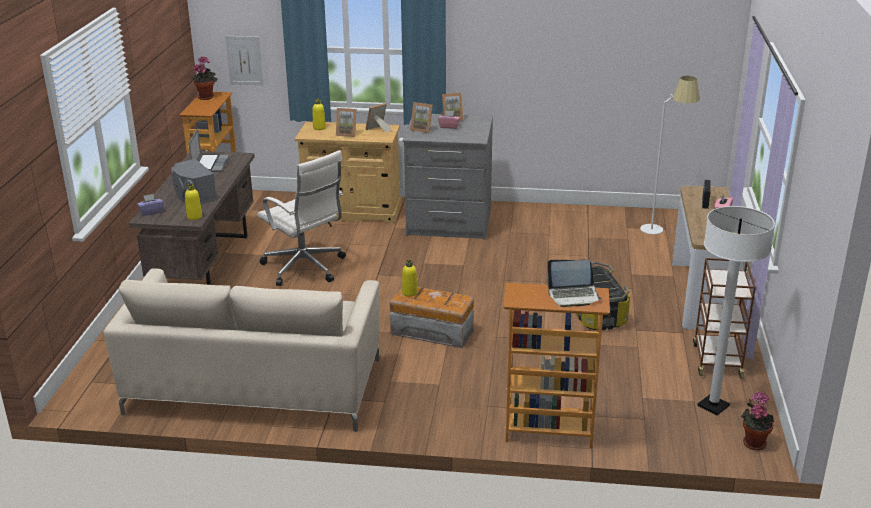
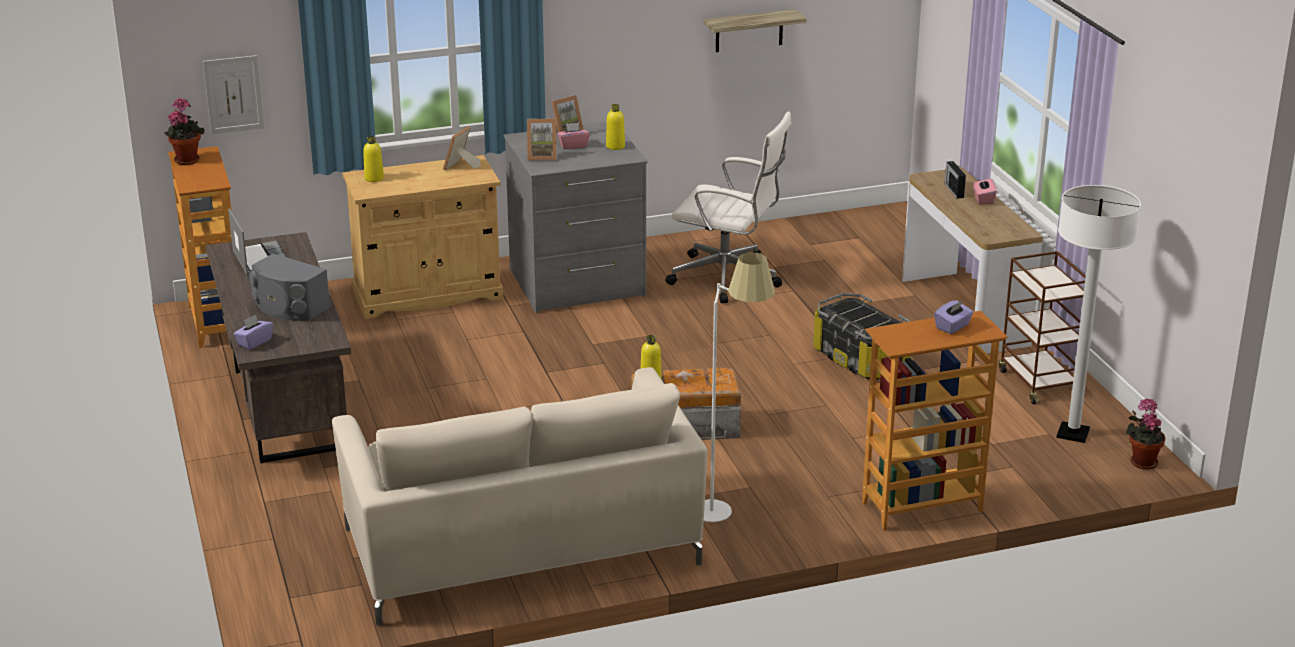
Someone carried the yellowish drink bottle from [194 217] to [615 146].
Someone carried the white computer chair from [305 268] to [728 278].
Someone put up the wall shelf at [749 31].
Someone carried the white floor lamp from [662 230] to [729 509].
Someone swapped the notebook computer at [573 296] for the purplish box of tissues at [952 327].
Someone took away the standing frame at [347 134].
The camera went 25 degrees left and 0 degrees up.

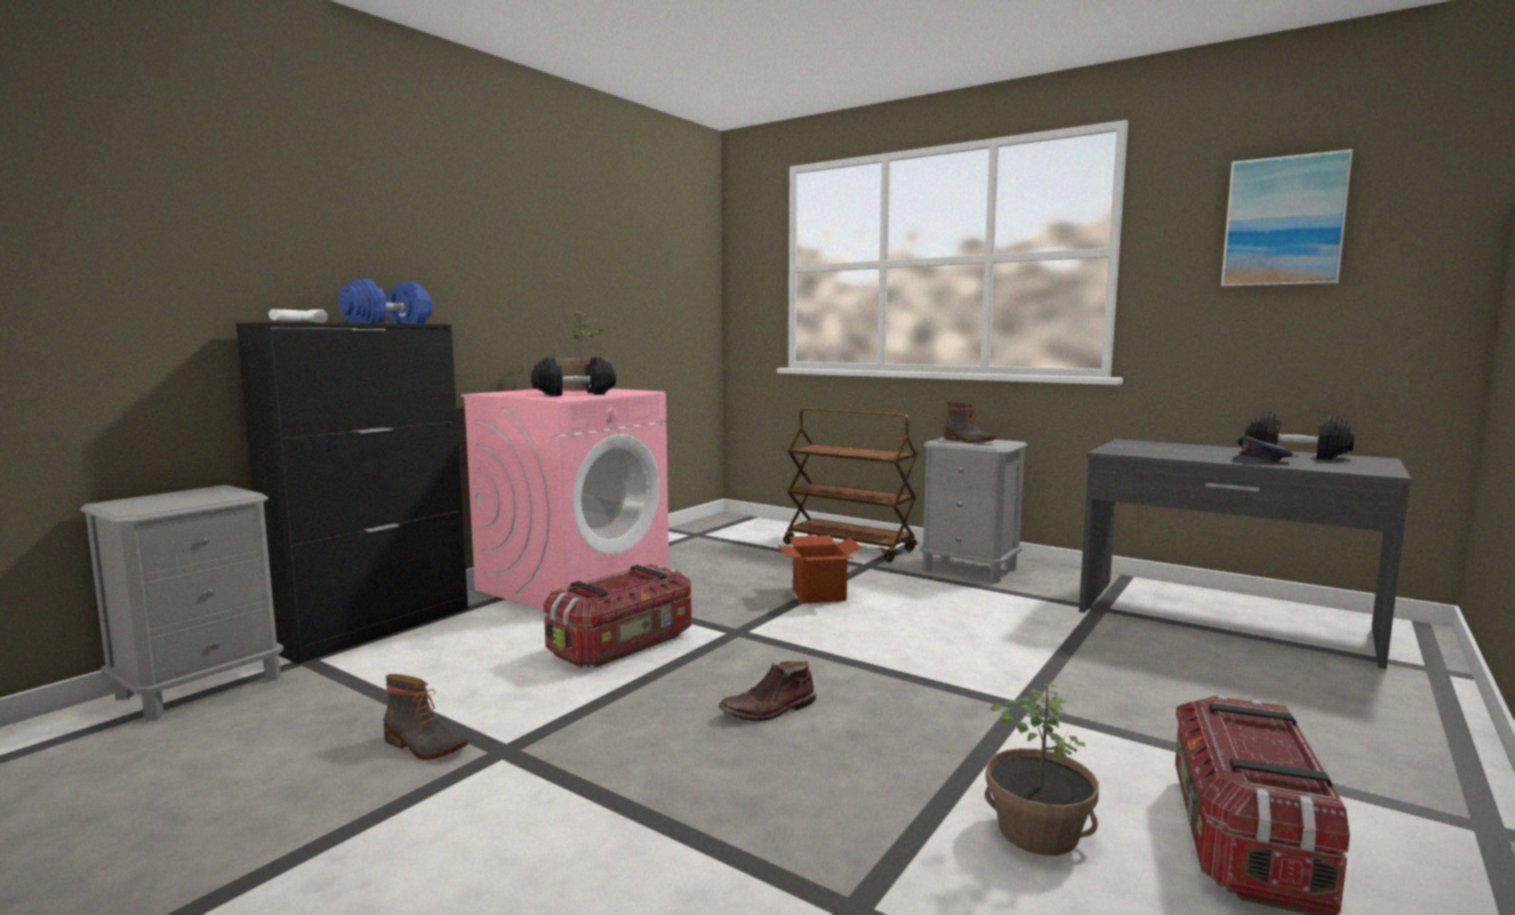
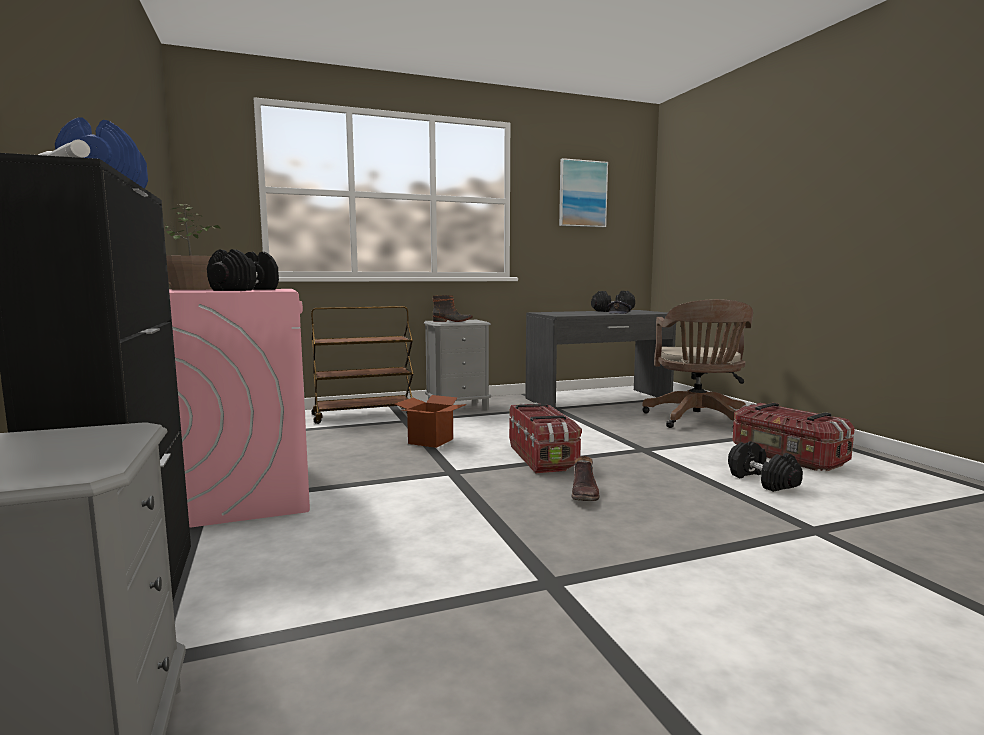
Someone carried the storage bin from [624 645] to [542 457].
Someone put down the brown computer chair at [697 420].
Someone swapped the plant in a pot at [1038 831] for the blackish dumbbell at [763 481].
Someone took away the high-top boot at [423 746].
The camera went 55 degrees left and 0 degrees up.

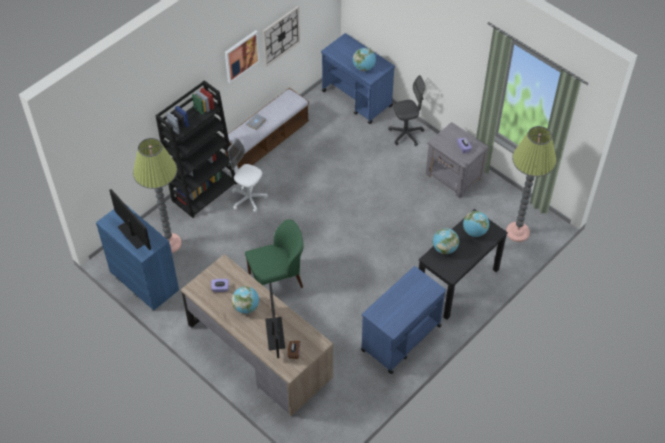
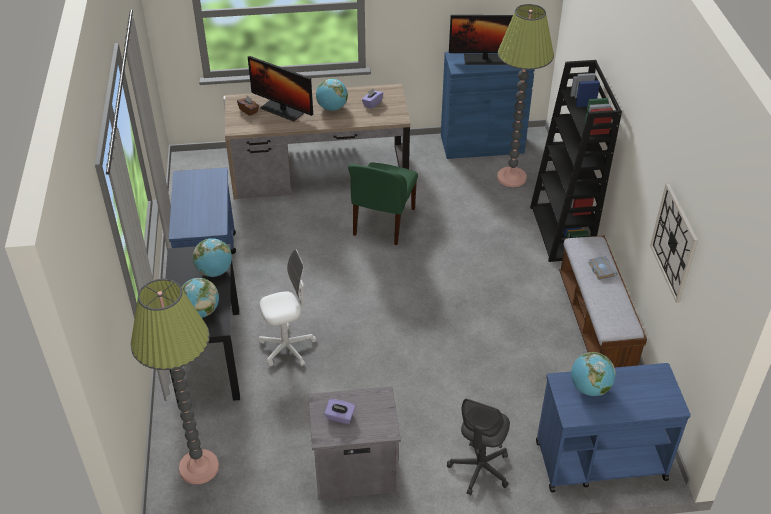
Someone carried the white computer chair from [248 199] to [287 348].
Someone took away the picture at [241 56].
The camera went 130 degrees right and 10 degrees down.

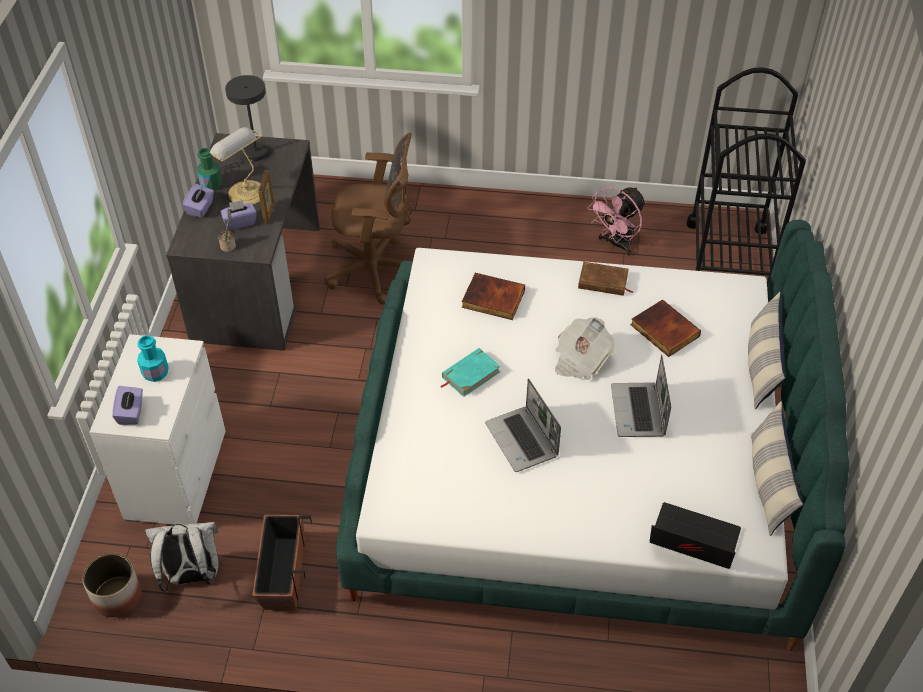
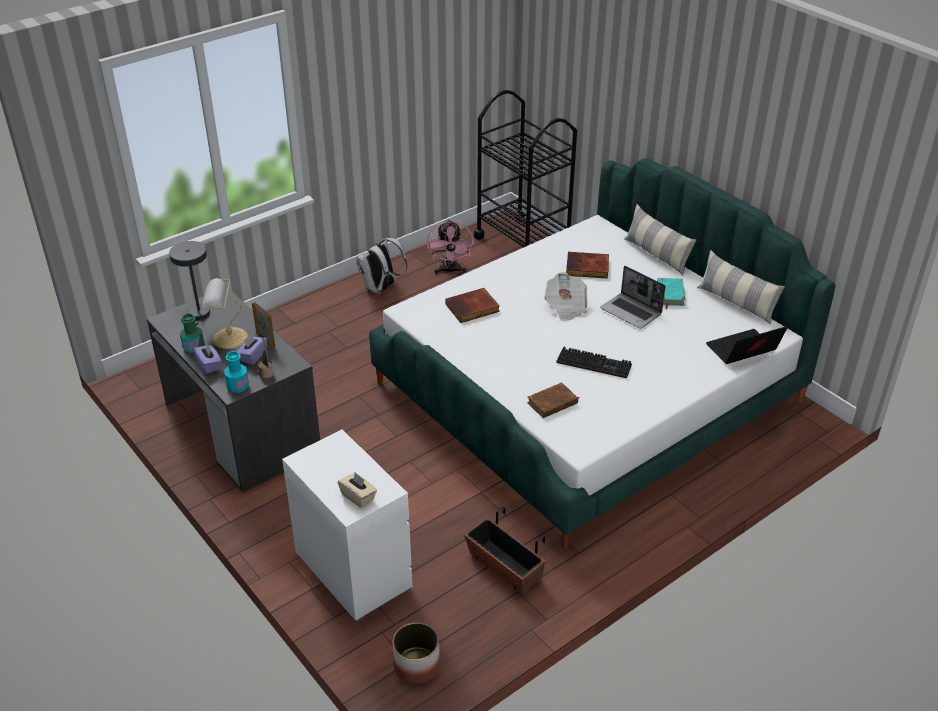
Someone carried the blue-green drink bottle from [155 373] to [238 386].
Someone repainted the purplish box of tissues at [131 413], which became the sand-coloured box of tissues at [358 497].
Someone carried the white rucksack from [192 576] to [381 288].
Someone carried the brown book from [603 282] to [552 403].
Someone swapped the notebook computer at [523 440] for the keyboard at [595 363].
Someone carried the blue-green book from [470 374] to [670 294].
Someone took away the brown computer chair at [376 270].
The camera went 45 degrees left and 10 degrees down.

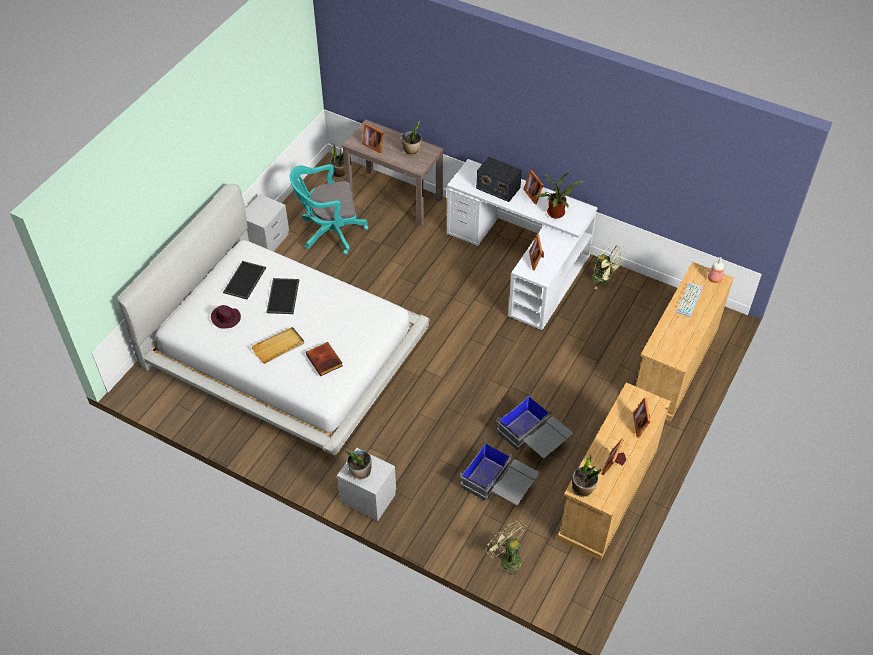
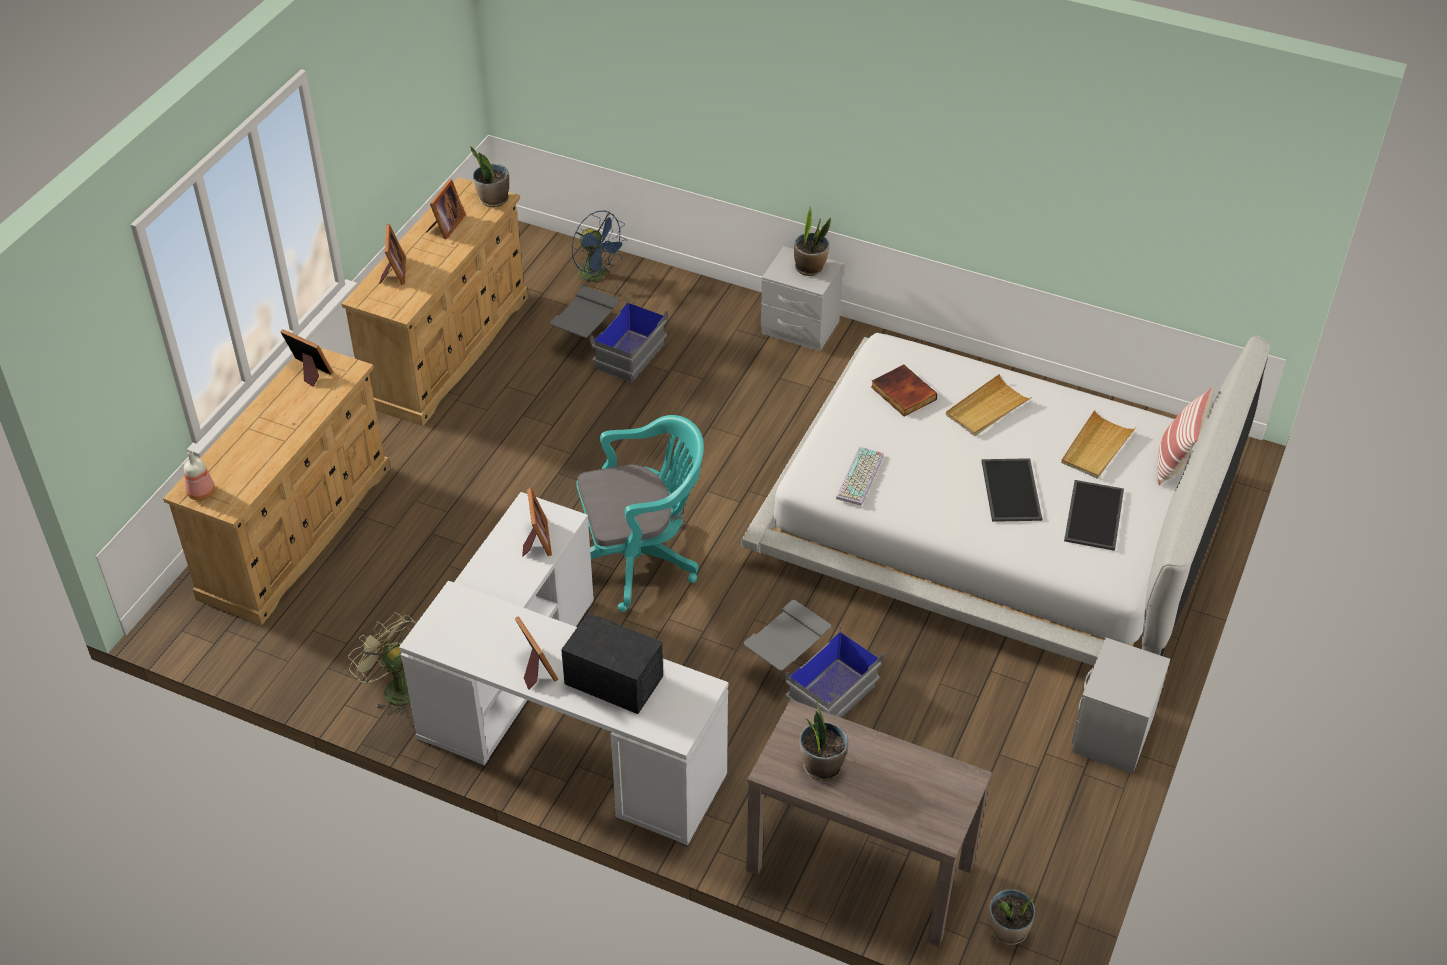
Someone carried the standing frame from [373 145] to [309 372].
Someone repainted the green fan at [506 558], which became the blue fan at [598 275].
Someone carried the blue-green computer chair from [329 232] to [640 559].
Someone carried the gray storage bin from [533 440] to [809 680].
Someone carried the keyboard from [688 299] to [861 477].
Someone swapped the purplish hat at [226 318] for the sand-coloured serving tray at [1096 448].
Someone put down the throw pillow at [1175 461].
Someone took away the plant in a pot at [556 214].
The camera went 175 degrees right and 5 degrees down.

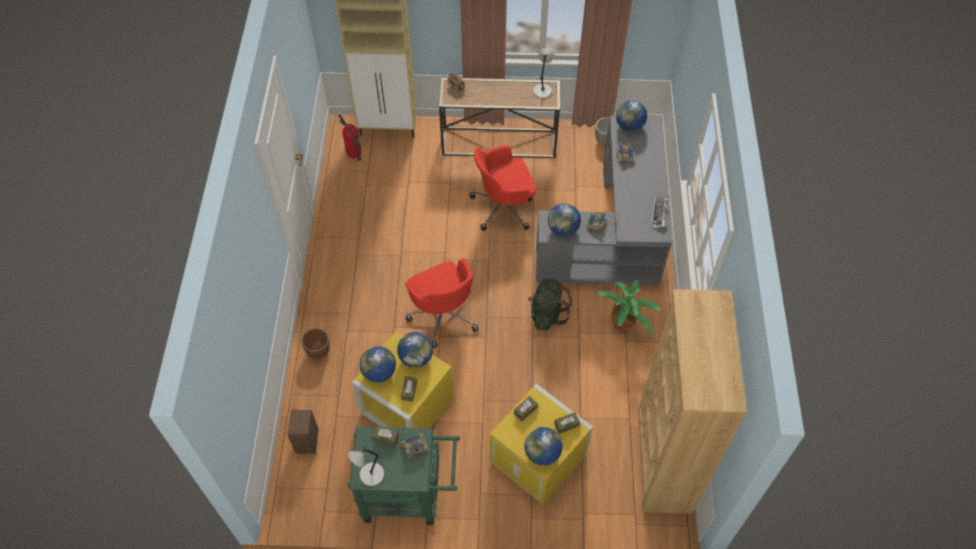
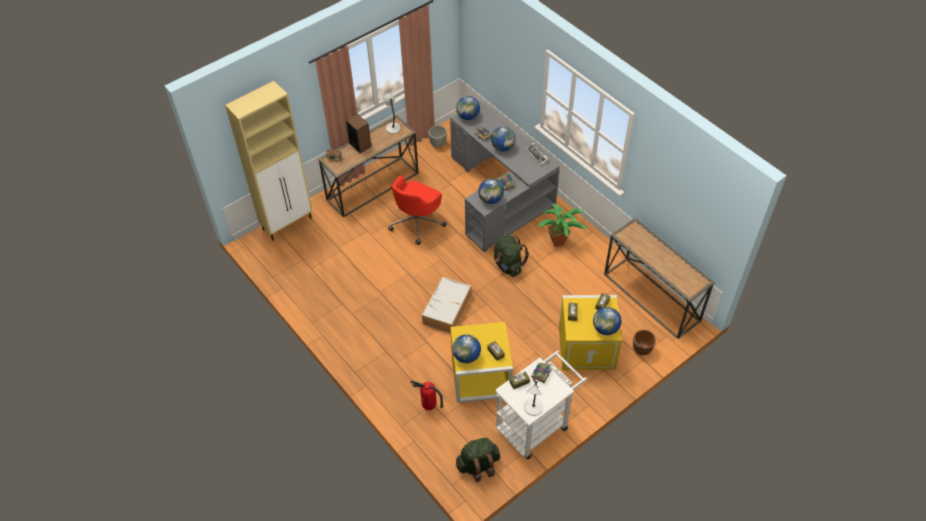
Someone carried the speaker from [307 441] to [360 145].
Someone carried the extinguisher from [354 155] to [429 406].
Someone swapped the red computer chair at [443 314] for the storage bin at [447 310].
Someone put down the green rucksack at [478 465].
Someone carried the world globe from [416 358] to [502 147].
Someone repainted the green trolley at [409 495], which became the white trolley at [536 424].
Someone swapped the brown bookshelf at [663 460] for the console table at [652 297].
Someone carried the brown planter from [318 351] to [641 349].
The camera went 40 degrees left and 5 degrees down.

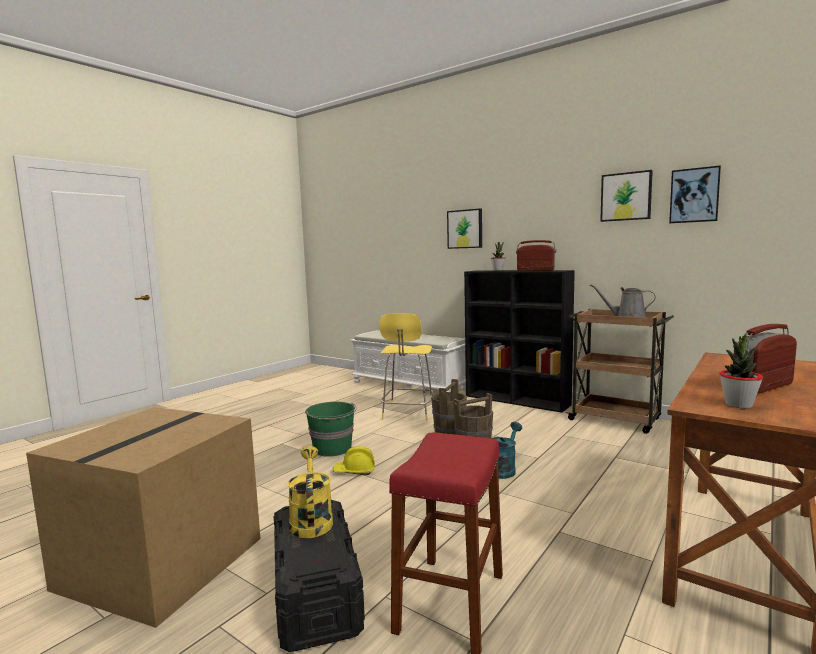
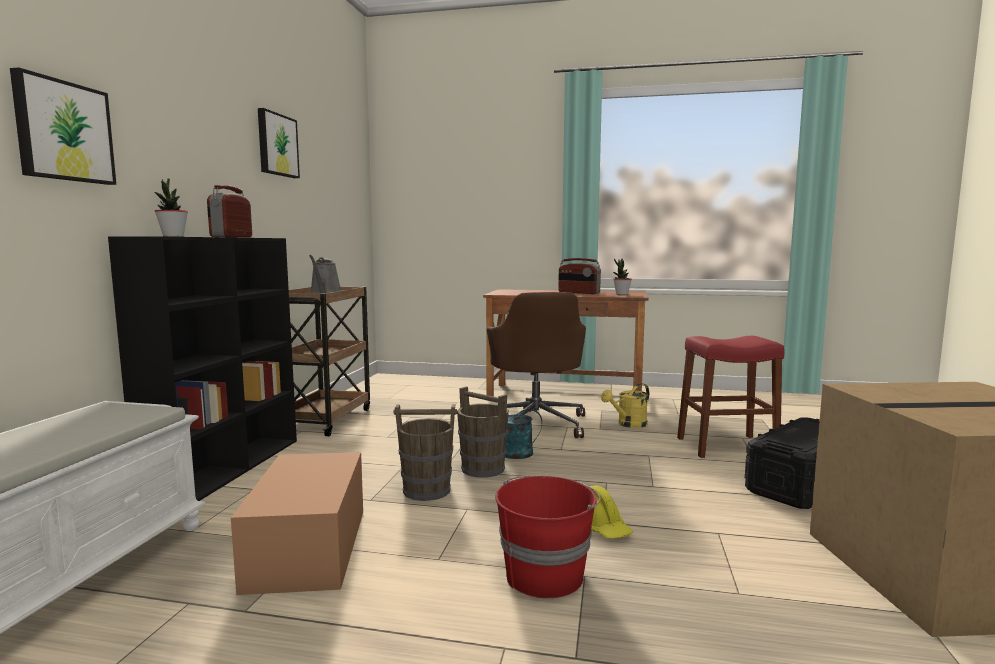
Someone swapped the yellowish sitting stool at [408 413] for the carton at [308 548].
Someone put down the brown computer chair at [536 424].
Someone repainted the green pail at [333 449], which became the red pail at [545 574].
Someone carried the yellowish sprinkling can from [311 520] to [628 424].
Someone took away the picture at [694 195].
The camera went 115 degrees left and 0 degrees up.

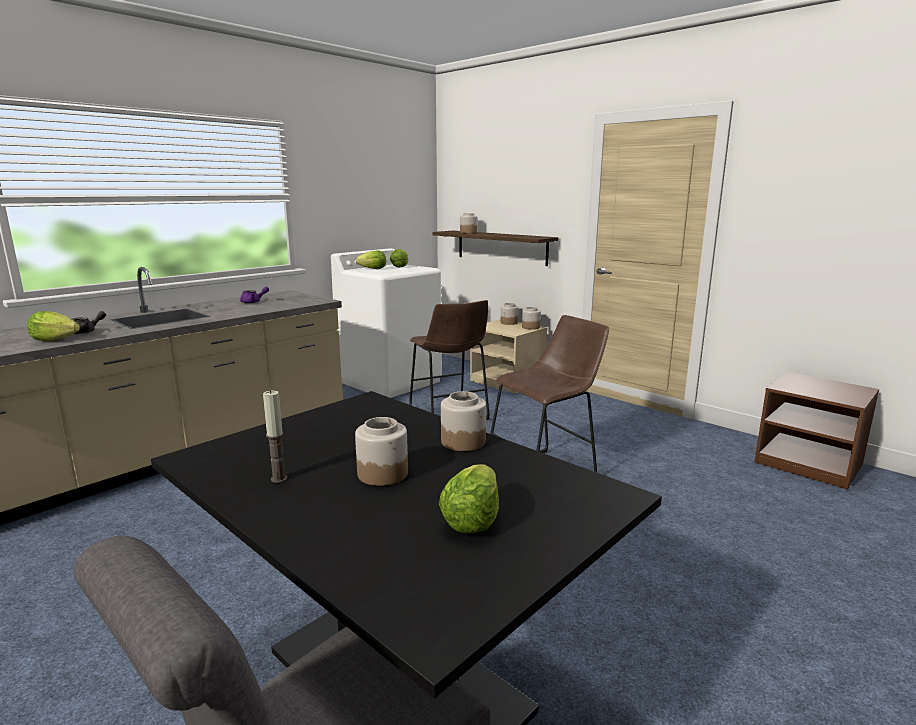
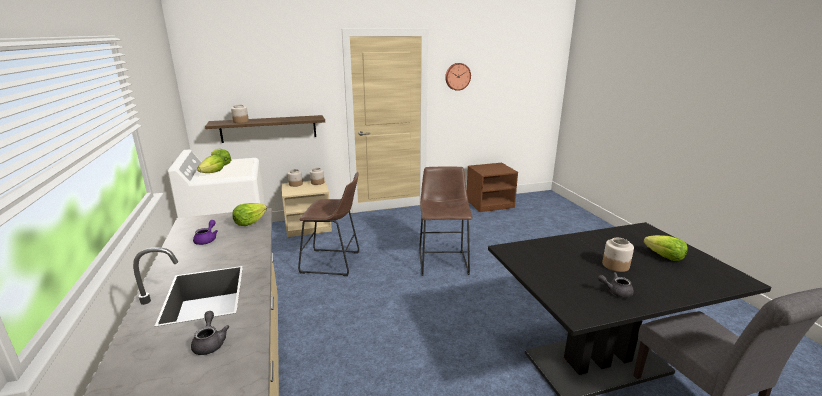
Someone carried the lettuce head from [55 340] to [249 223].
Someone put up the hanging clock at [457 76].
Someone swapped the wax light at [279 478] for the gray tea pot at [615 291].
Someone took away the storage jar at [463 441].
The camera went 60 degrees left and 5 degrees up.

